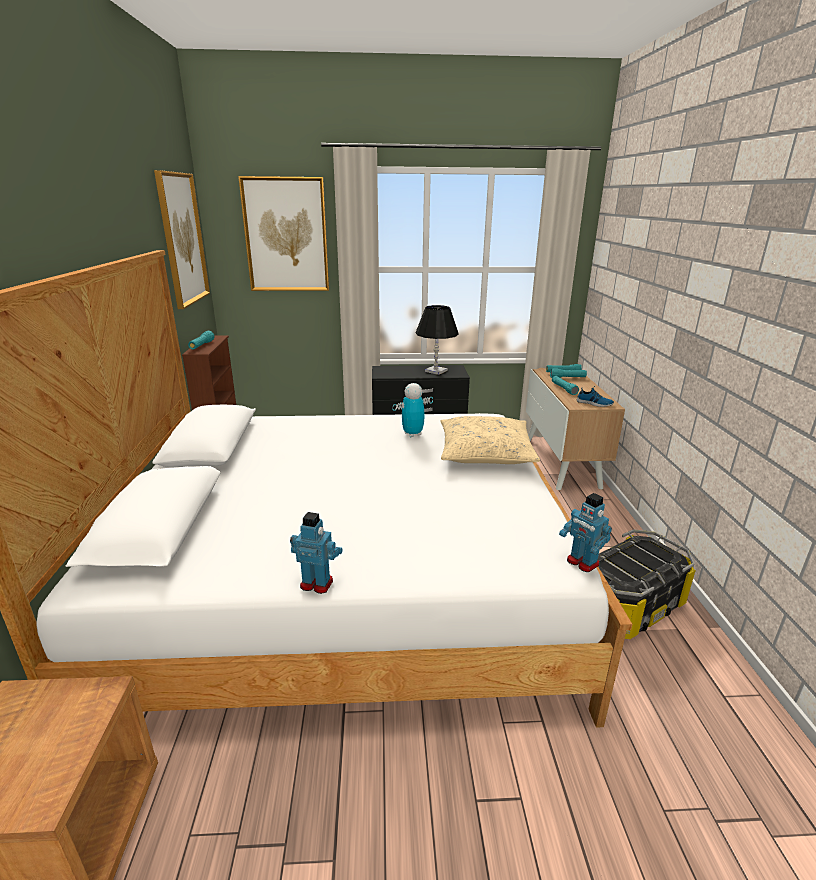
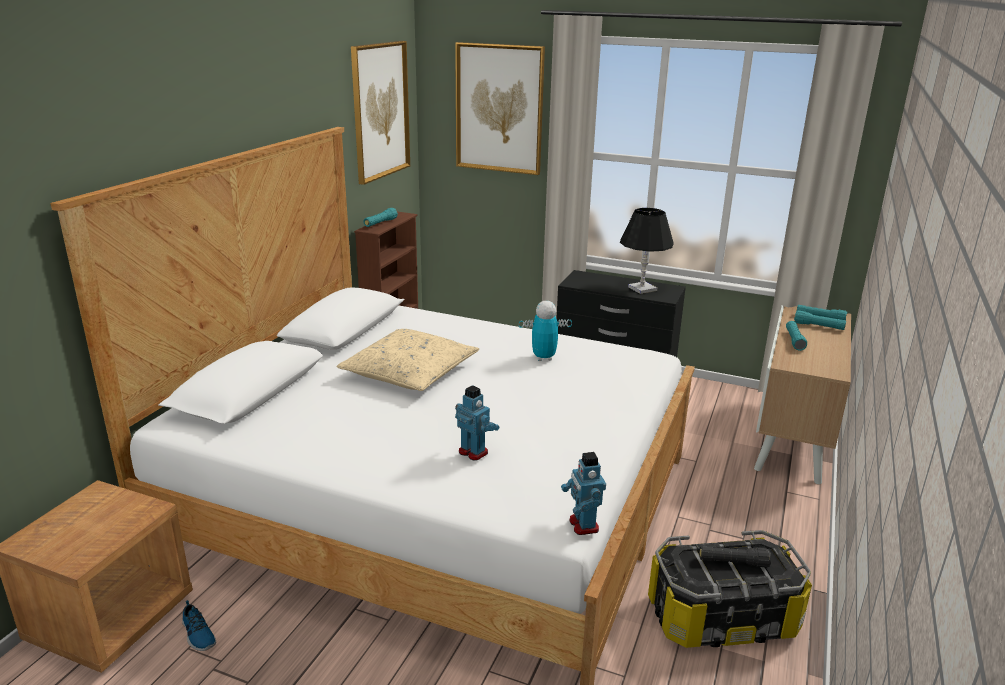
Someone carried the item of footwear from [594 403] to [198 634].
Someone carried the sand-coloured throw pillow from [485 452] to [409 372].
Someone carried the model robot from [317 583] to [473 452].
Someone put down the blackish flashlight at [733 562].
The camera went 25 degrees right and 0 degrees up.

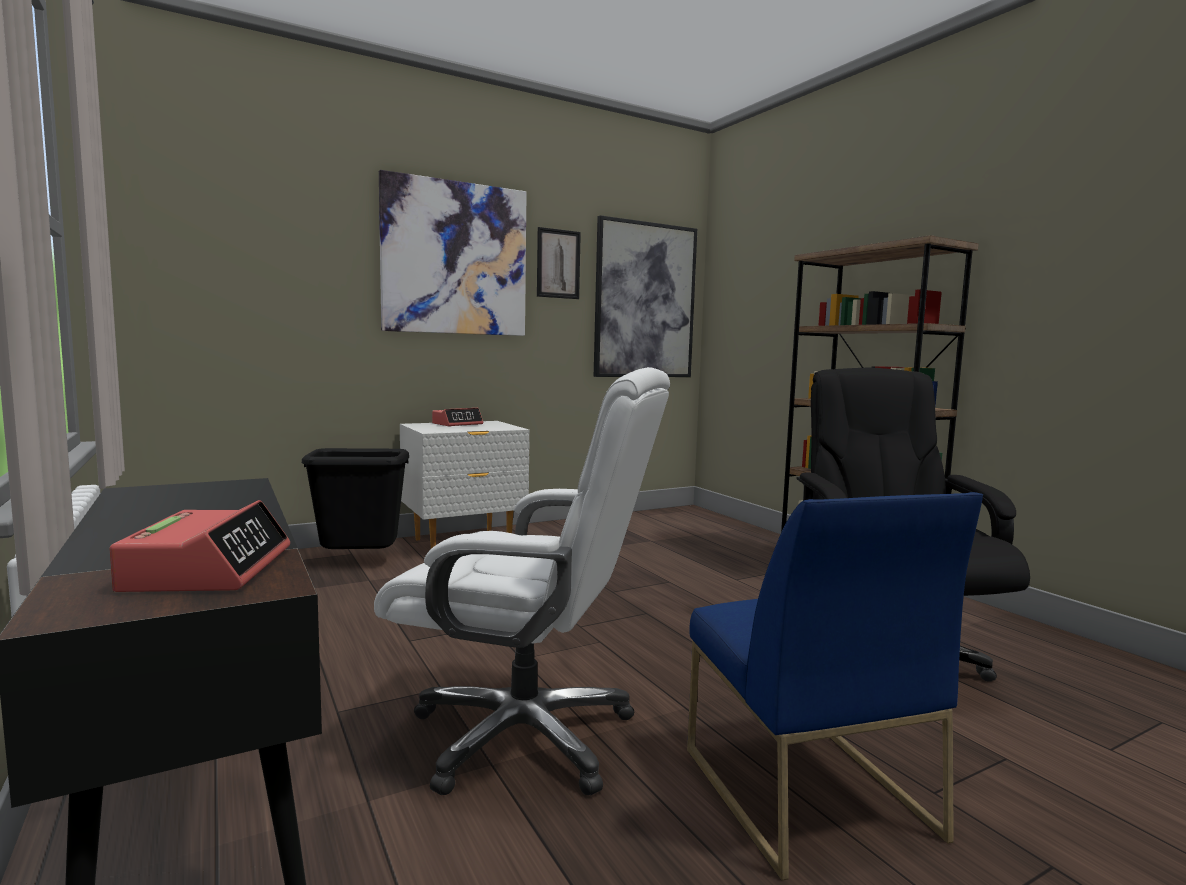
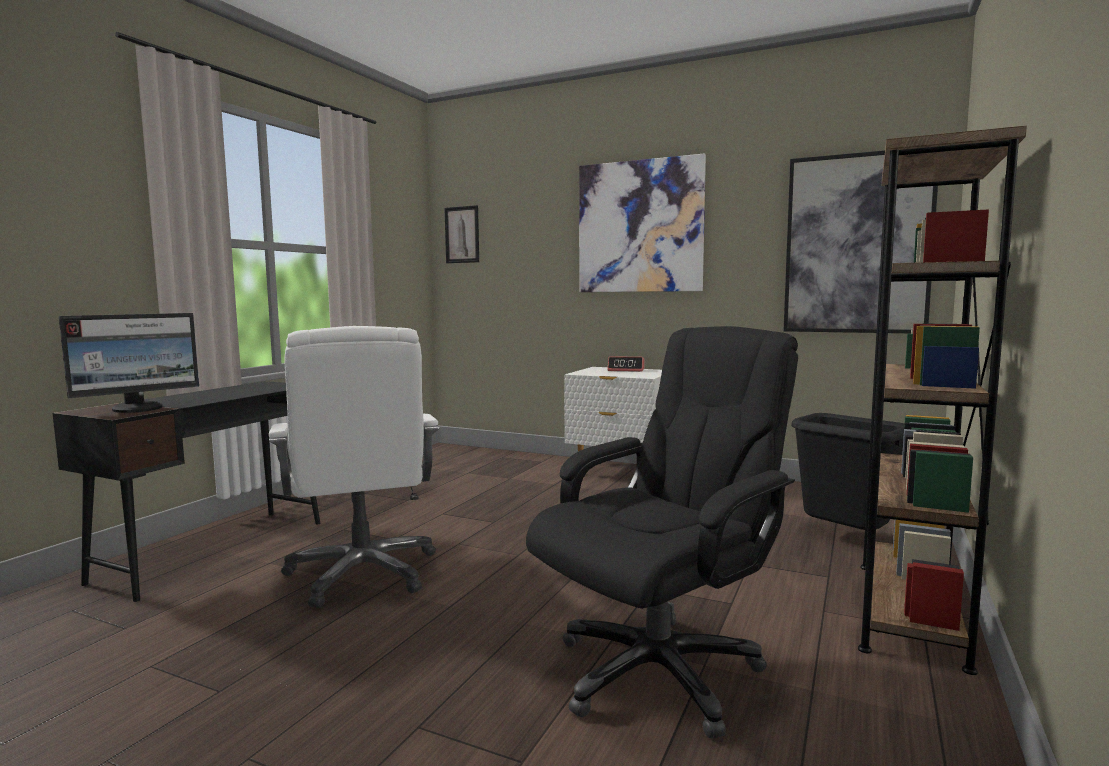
Someone swapped the table clock at [209 569] for the computer screen at [138 408].
Someone carried the picture from [558 264] to [462 234].
Someone carried the blackish trash can from [360 563] to [845 540].
Someone took away the blue upright chair at [804 791].
The camera went 55 degrees right and 0 degrees up.

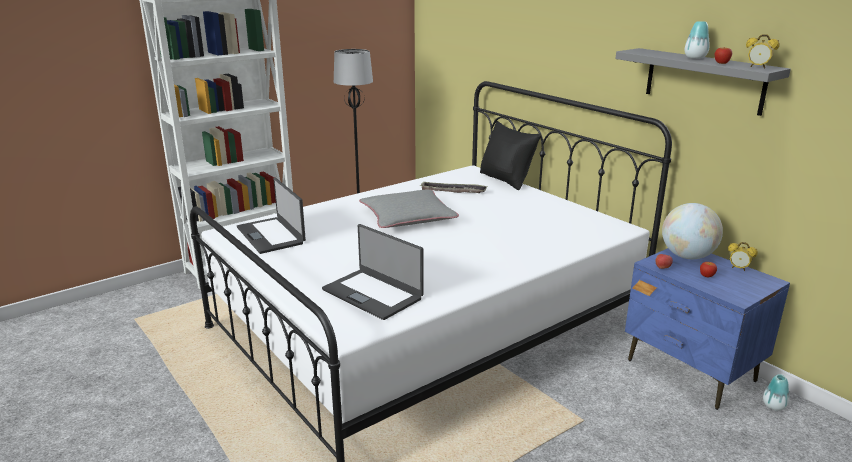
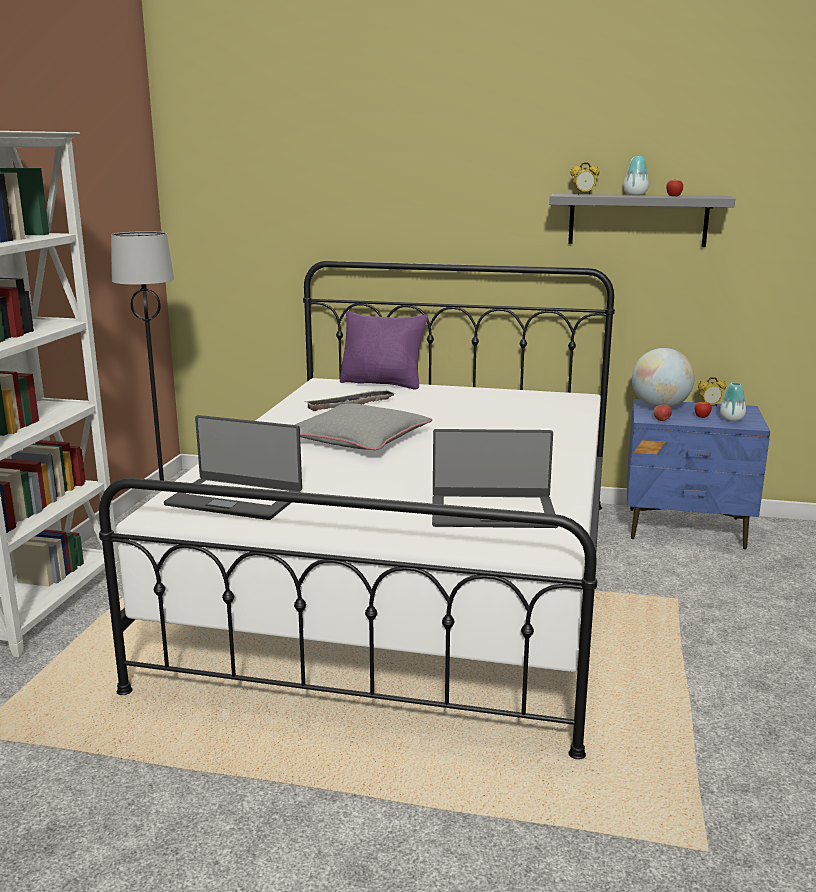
Someone repainted the blackish throw pillow at [506 180], which became the purplish throw pillow at [383 383].
Someone carried the table clock from [758 67] to [583 194].
Someone carried the flower vase from [773 406] to [731 419].
The camera went 40 degrees left and 5 degrees down.

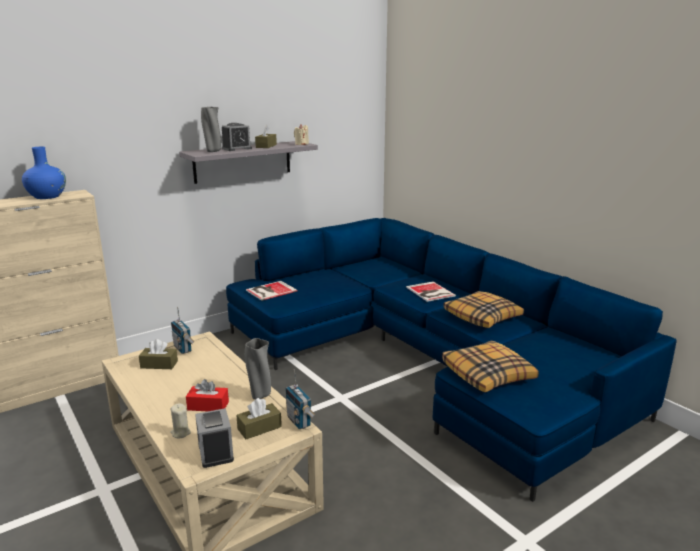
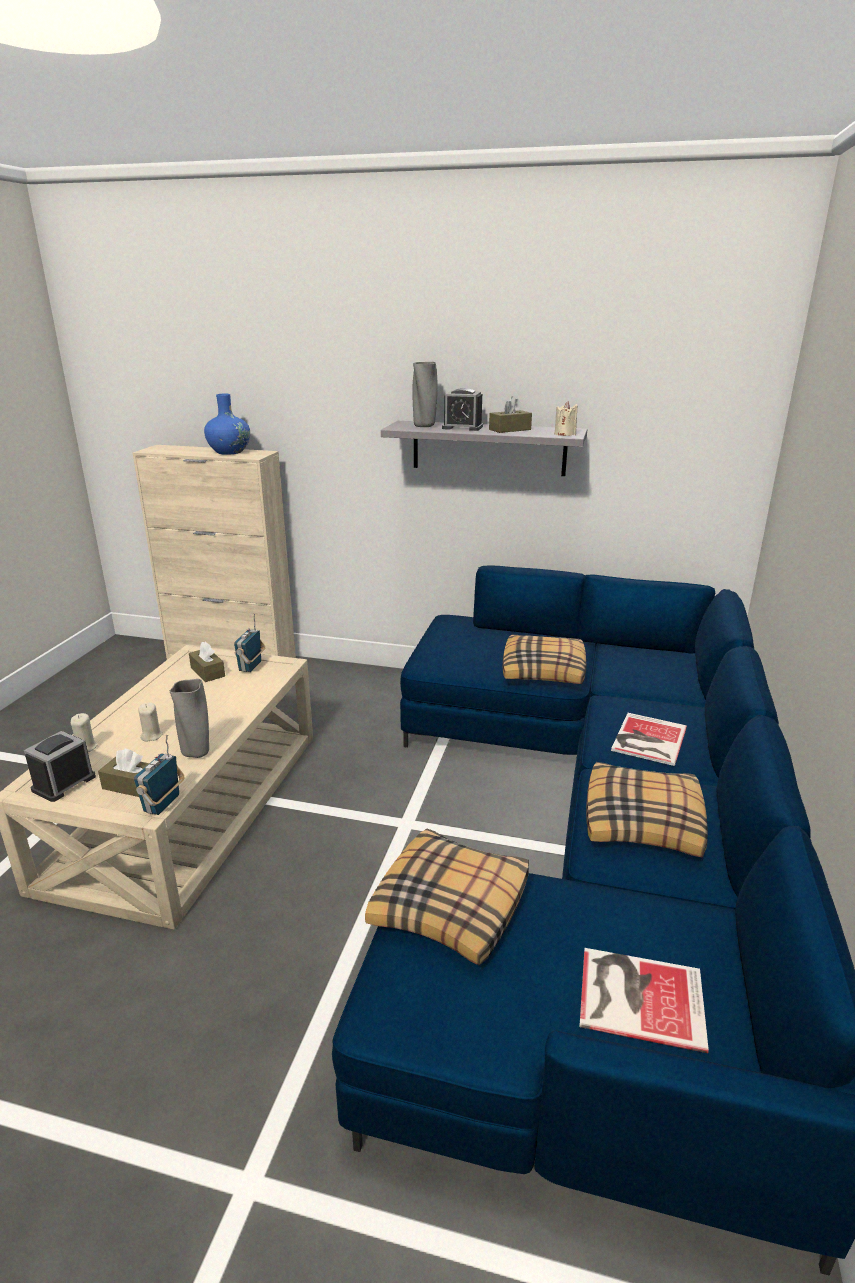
Someone swapped the red box of tissues at [208 406] for the sand-coloured wax light at [151 736].
Someone put down the throw pillow at [544 670].
Someone carried the book from [270 291] to [637 995].
The camera went 50 degrees right and 5 degrees up.

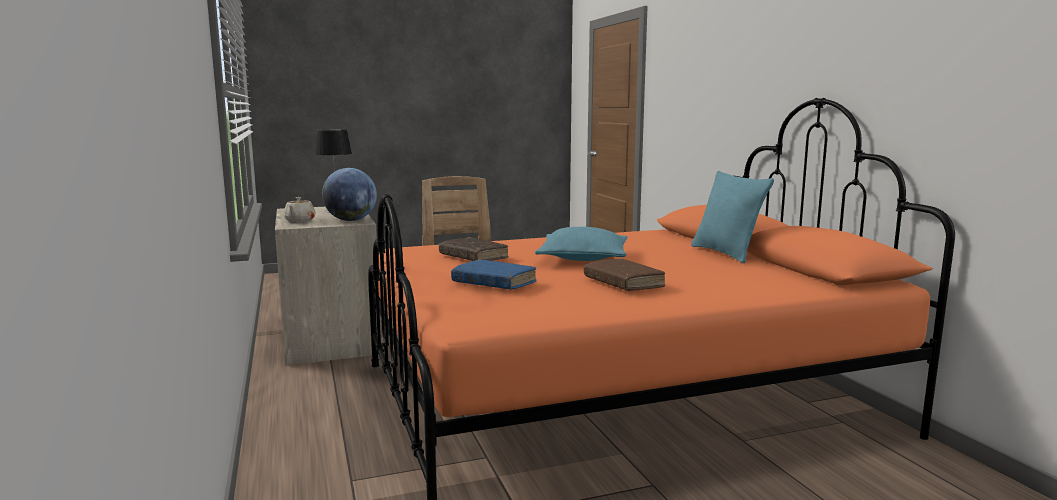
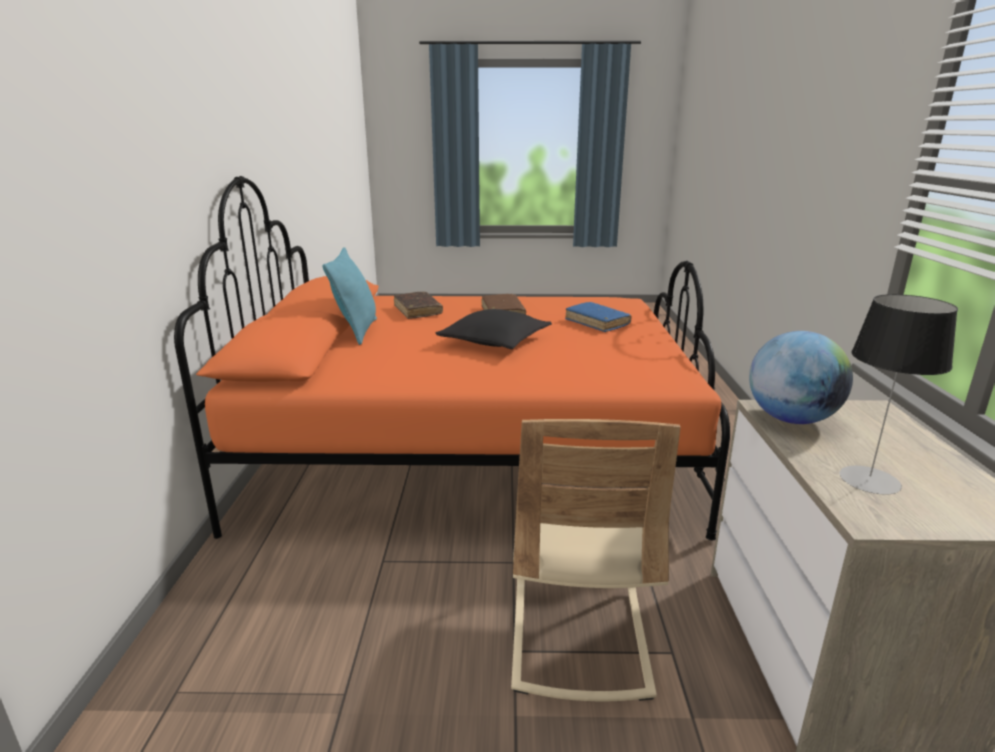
Someone carried the brown book from [473 257] to [418 311].
Someone repainted the blue-green throw pillow at [583 258], which became the blackish throw pillow at [495 341].
Someone took away the sand-coloured tea pot at [299 220].
The camera went 160 degrees left and 10 degrees up.

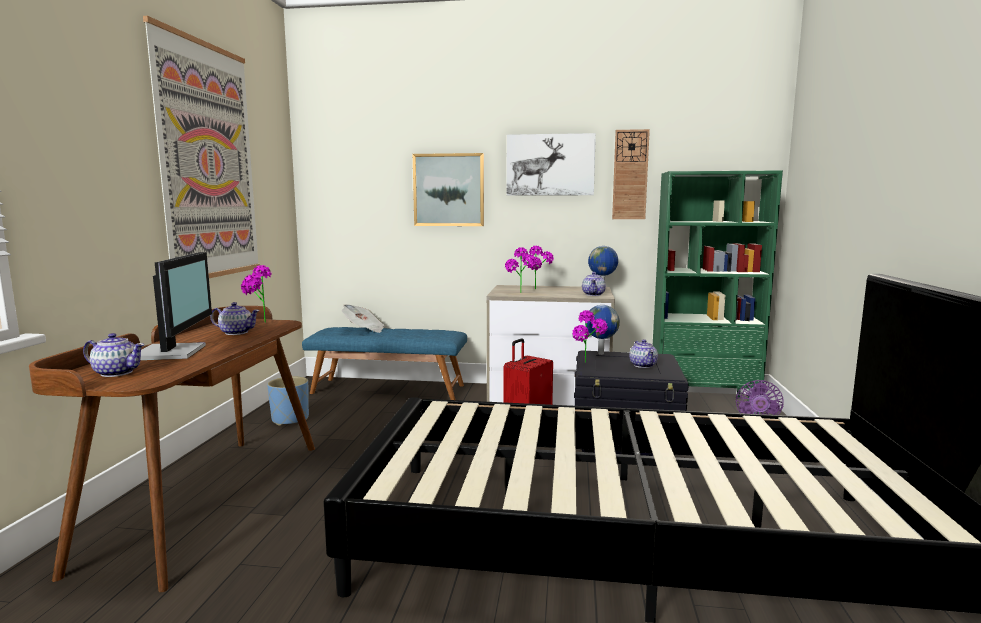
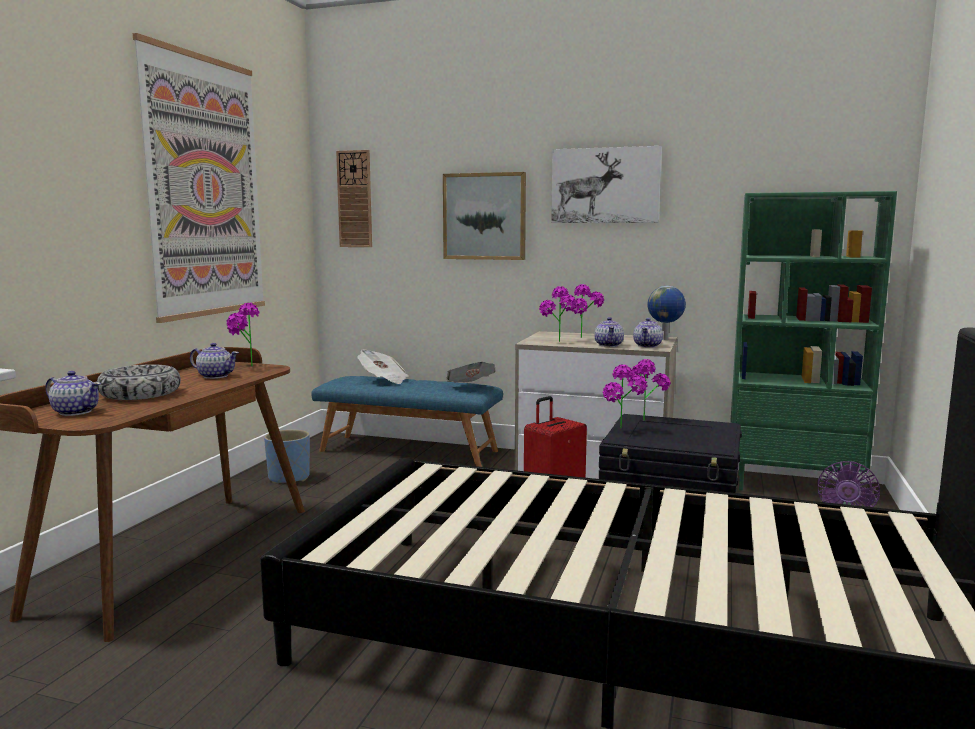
Someone swapped the computer screen at [173 352] for the bowl at [140 394].
Someone carried the hanging clock from [630 175] to [355 199].
Someone put down the daily paper at [470 387].
Someone carried the tea pot from [643 365] to [609 345].
Someone swapped the world globe at [600 353] for the plant in a pot at [646 418].
The camera went 10 degrees right and 0 degrees up.

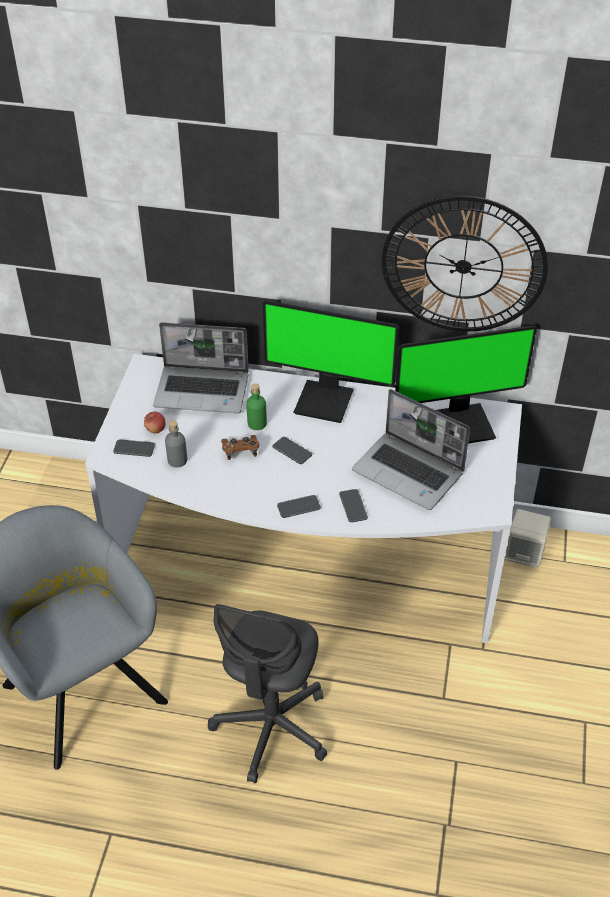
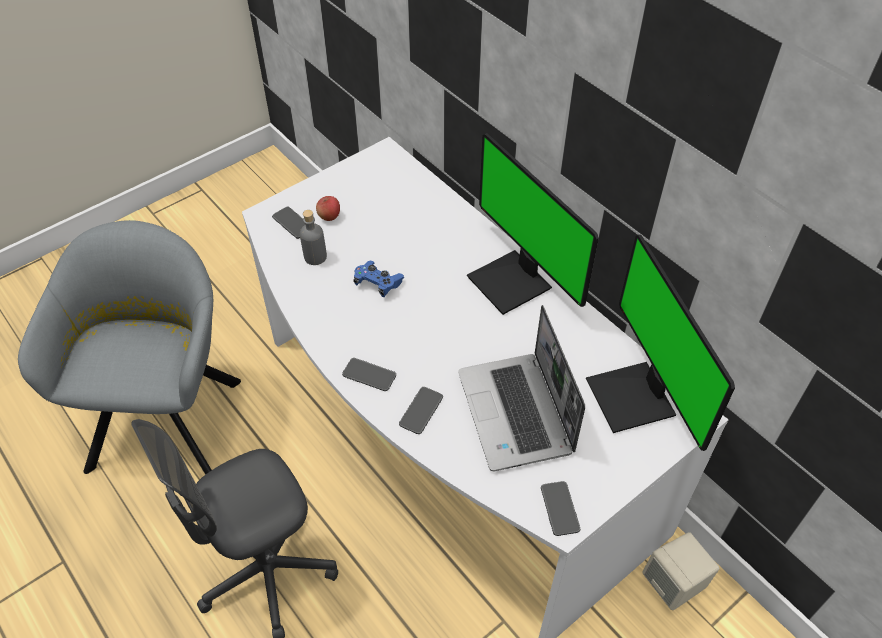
Someone repainted the brown joypad at [240 451], which became the blue joypad at [378 283].
Someone carried the handset from [292 451] to [560 509].
Someone rotated the computer screen at [463 423] by 45 degrees clockwise.
Someone took away the notebook computer at [203 390].
Someone took away the green drink bottle at [257 423].
Someone took away the hanging clock at [463 266].
The camera went 40 degrees right and 5 degrees up.

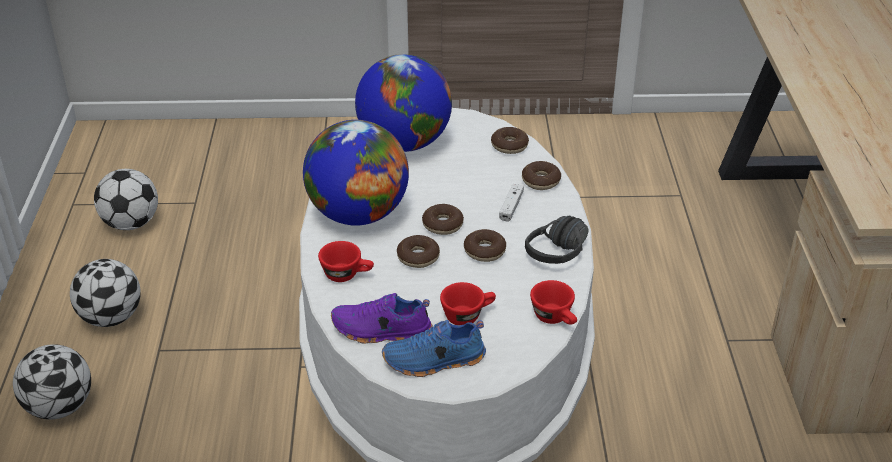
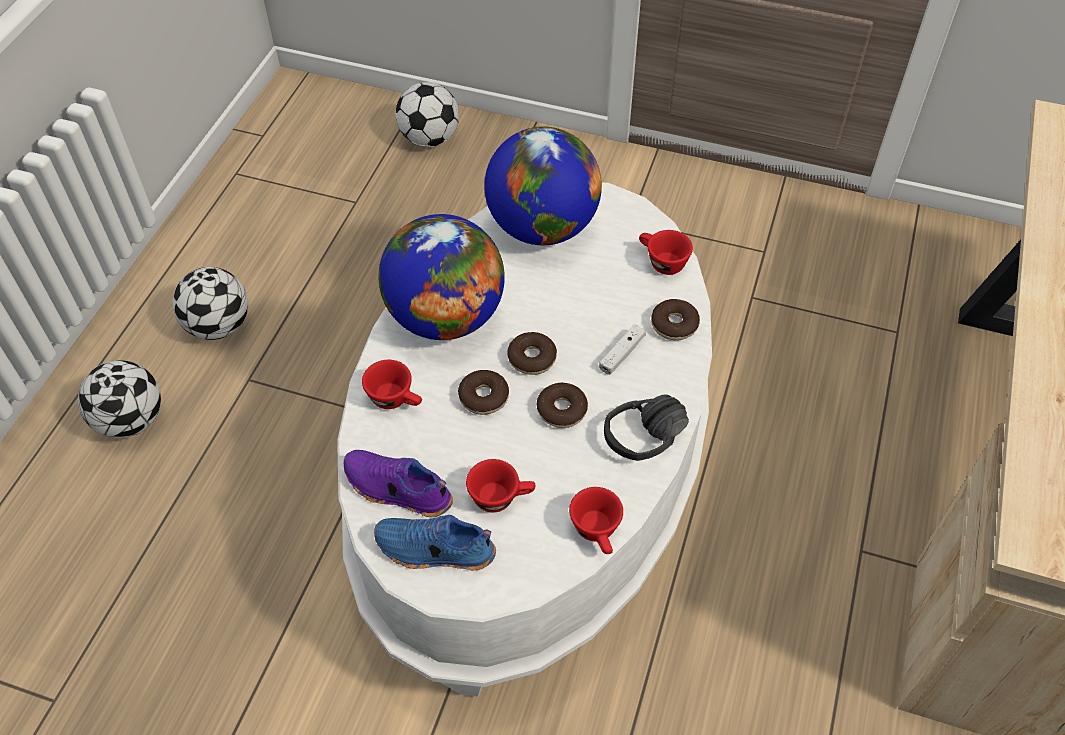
Someone carried the football ball from [131 223] to [429 139].
Someone swapped the ring doughnut at [509 146] for the red small cup at [661 262].
The camera went 20 degrees right and 15 degrees up.

